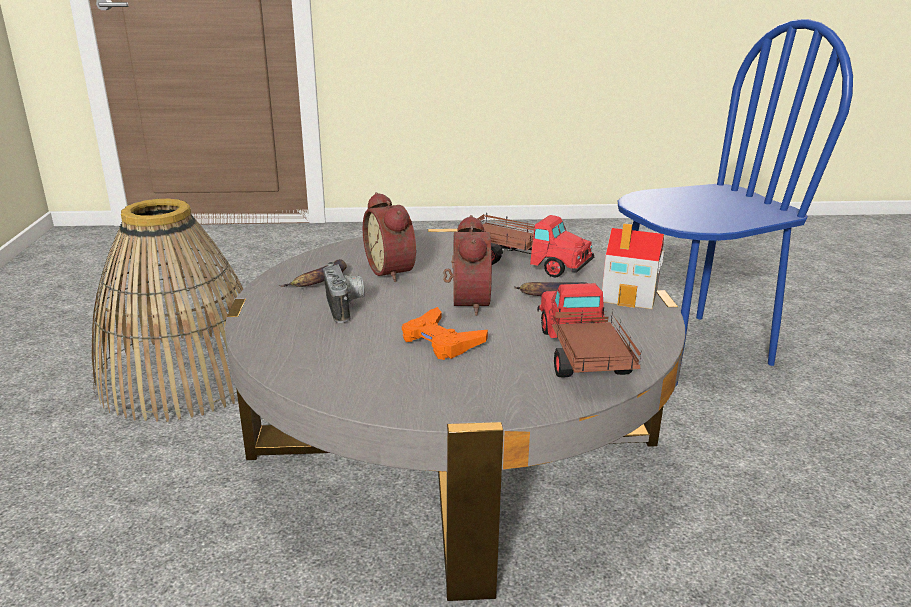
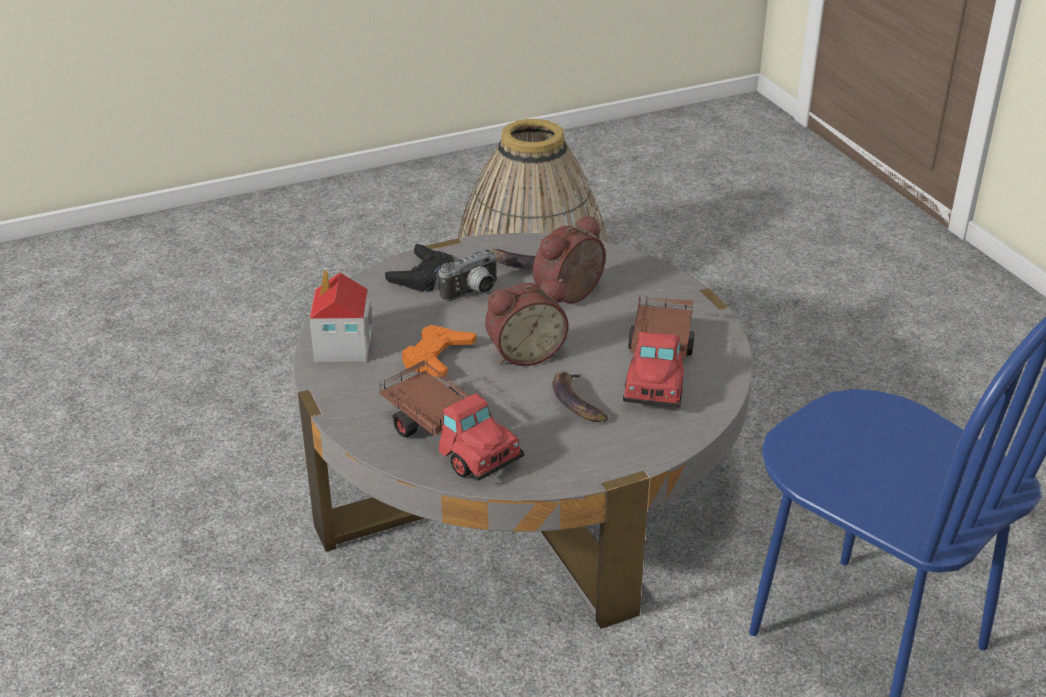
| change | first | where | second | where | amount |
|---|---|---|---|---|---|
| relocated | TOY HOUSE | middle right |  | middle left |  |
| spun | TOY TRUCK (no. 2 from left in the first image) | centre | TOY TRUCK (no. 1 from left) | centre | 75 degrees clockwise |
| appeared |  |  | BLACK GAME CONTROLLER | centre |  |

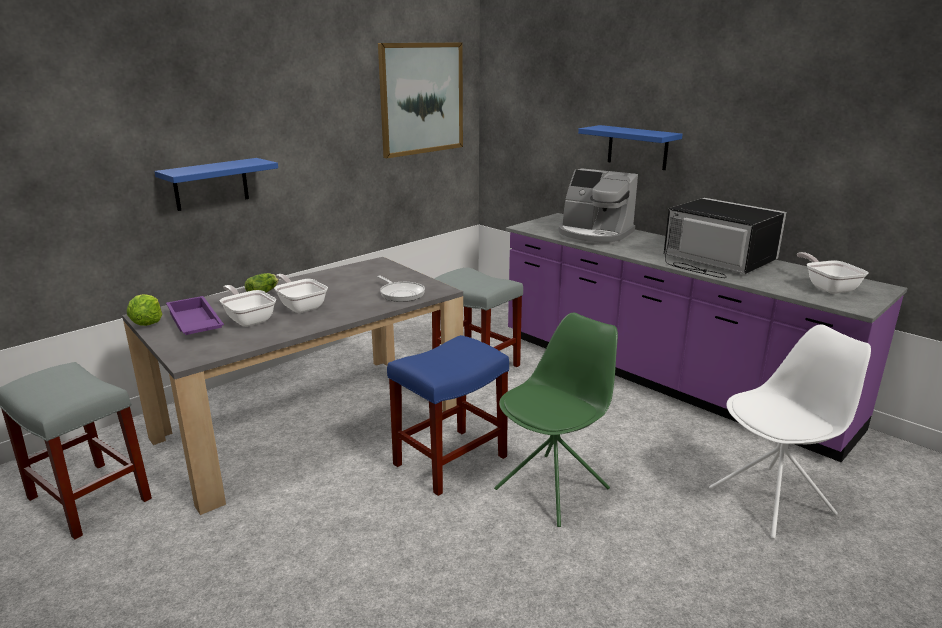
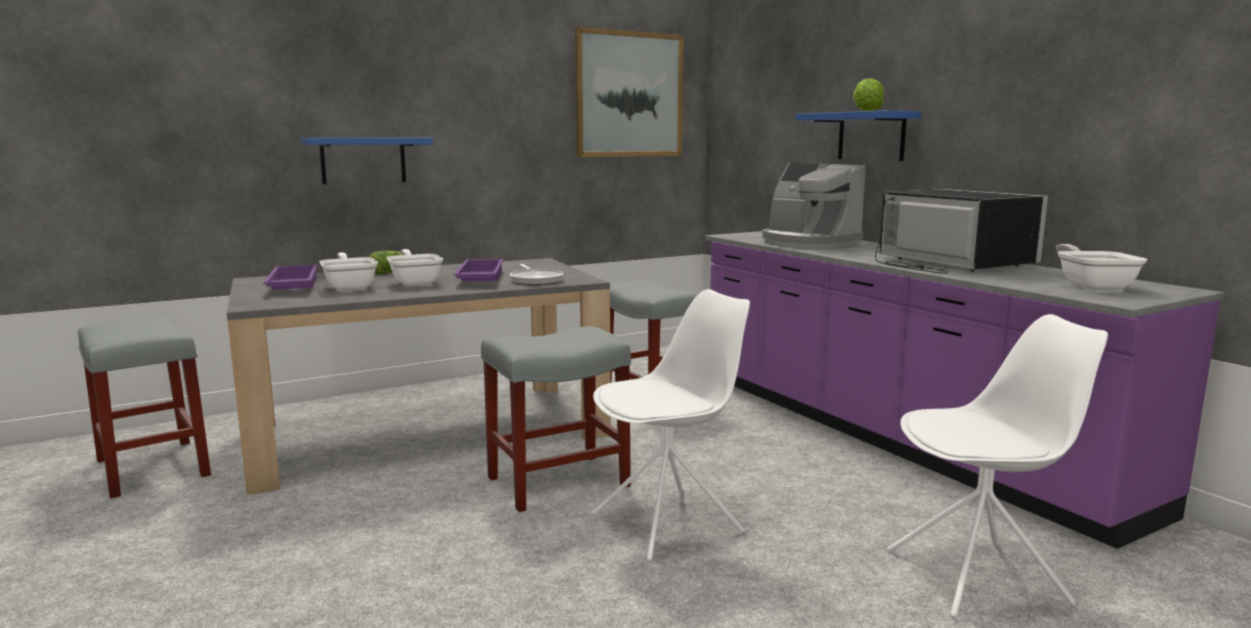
| change | first | where | second | where | amount |
|---|---|---|---|---|---|
| appeared |  |  | PURPLE TRAY (no. 2 from left) | centre |  |
| colour | BLUE STOOL | centre | GREY STOOL (no. 2 from left) | bottom centre |  |
| colour | GREEN CHAIR | bottom centre | WHITE CHAIR (no. 1 from left) | bottom centre |  |
| relocated | LETTUCE (no. 1 from left in the first image) | middle left | LETTUCE (no. 2 from left) | top right |  |

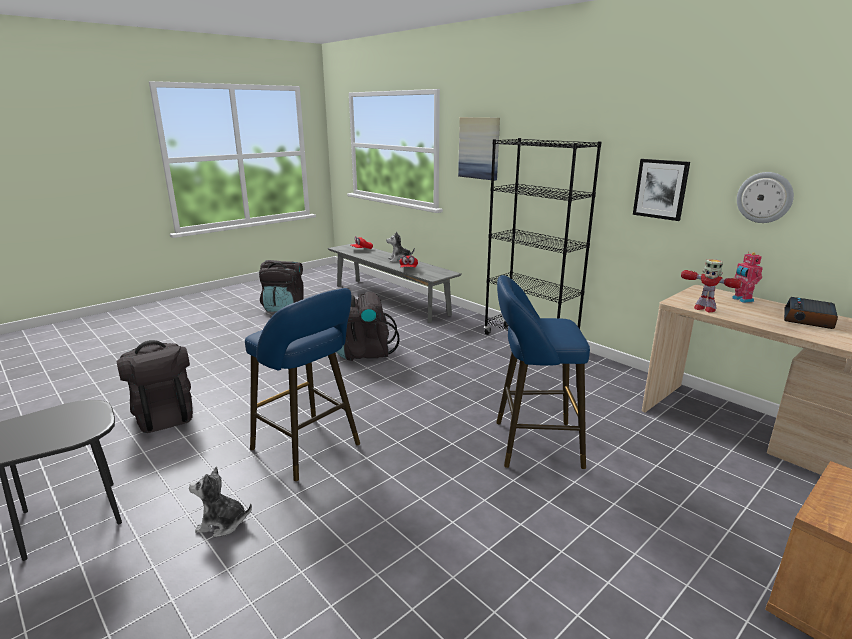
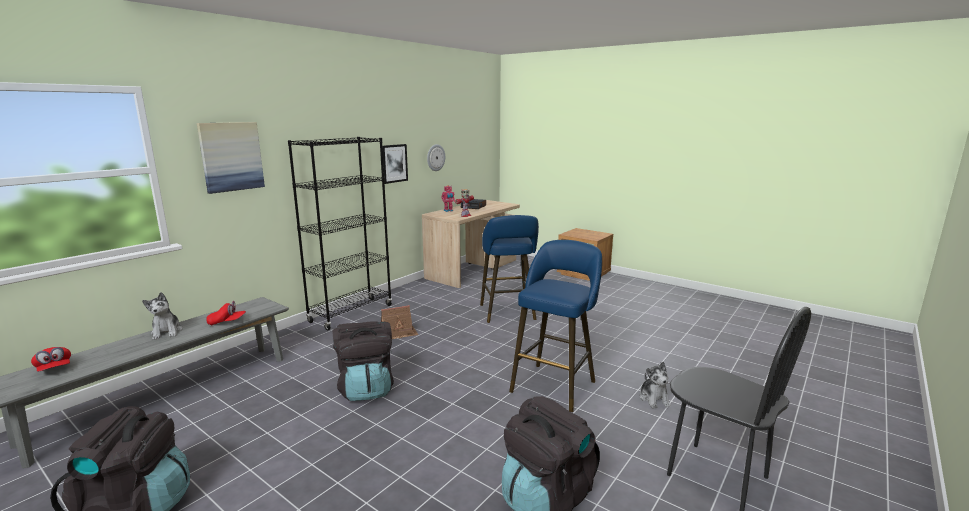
| change | first | where | second | where | amount |
|---|---|---|---|---|---|
| appeared |  |  | TOY HOUSE | centre |  |

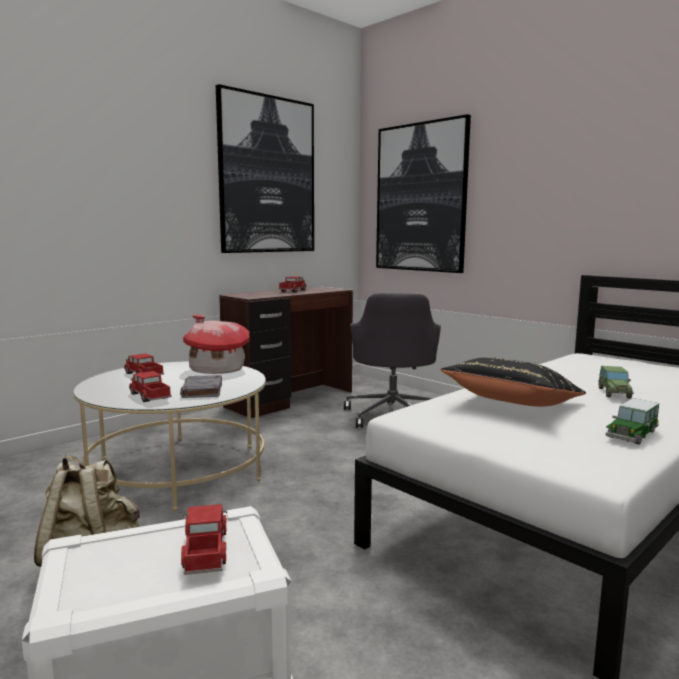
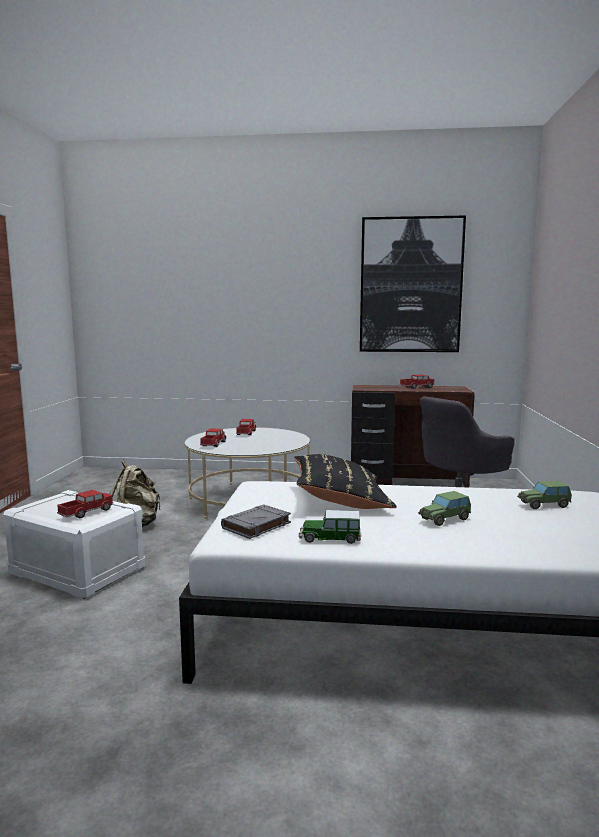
| change | first | where | second | where | amount |
|---|---|---|---|---|---|
| relocated | GREY BOOK | middle left |  | centre |  |
| appeared |  |  | TOY CAR (no. 3 from left) | middle right |  |
| missing | TOY HOUSE | middle left |  |  |  |
| missing | PICTURE (no. 2 from left) | top centre |  |  |  |

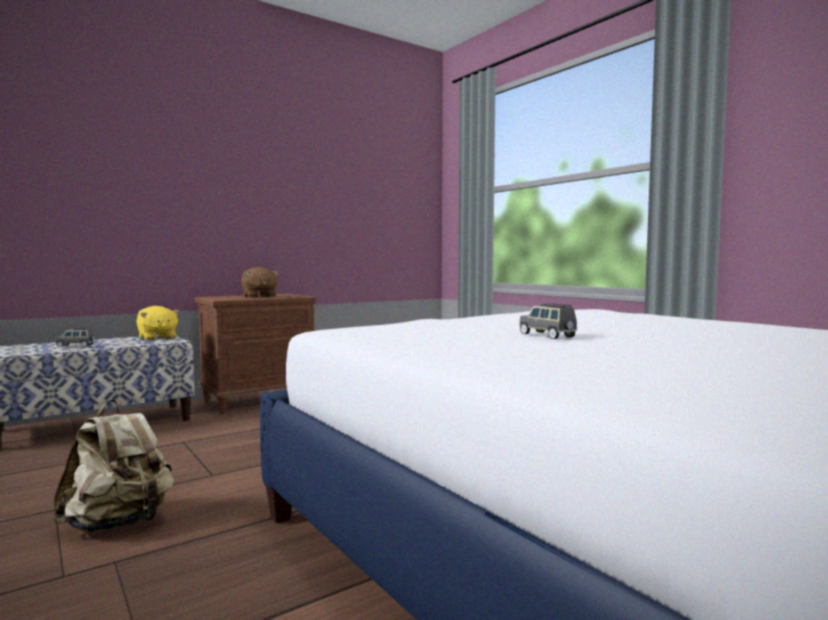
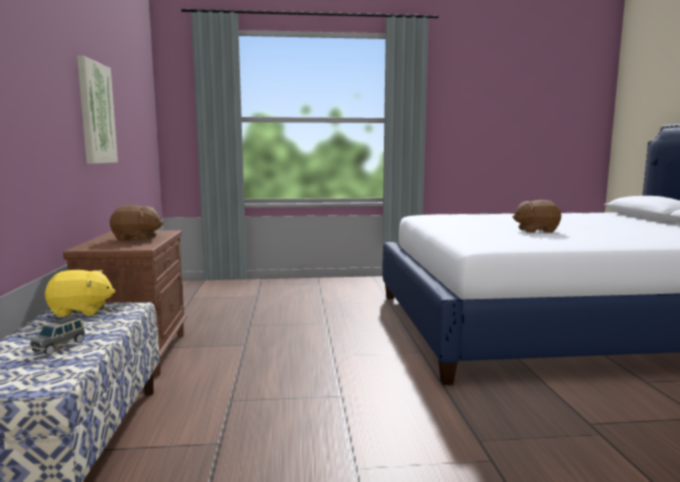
| change | first | where | second | where | amount |
|---|---|---|---|---|---|
| appeared |  |  | PICTURE | top left |  |
| exchanged | GREY TOY CAR (no. 2 from left) | centre | BROWN PLUSH TOY (no. 2 from left) | middle right |  |
| missing | BEIGE BACKPACK | bottom left |  |  |  |

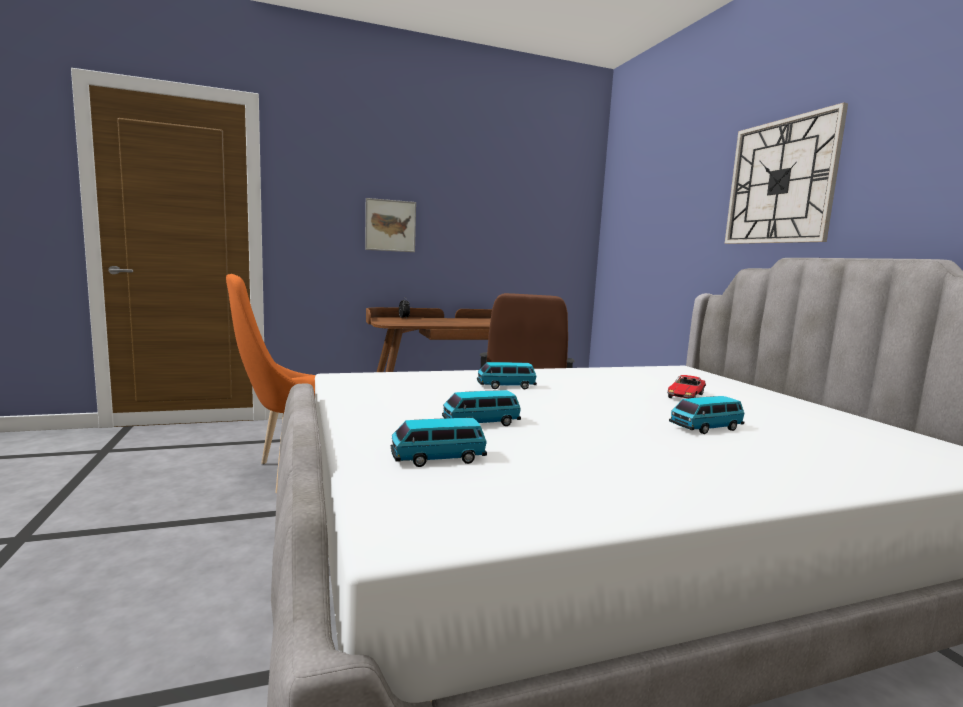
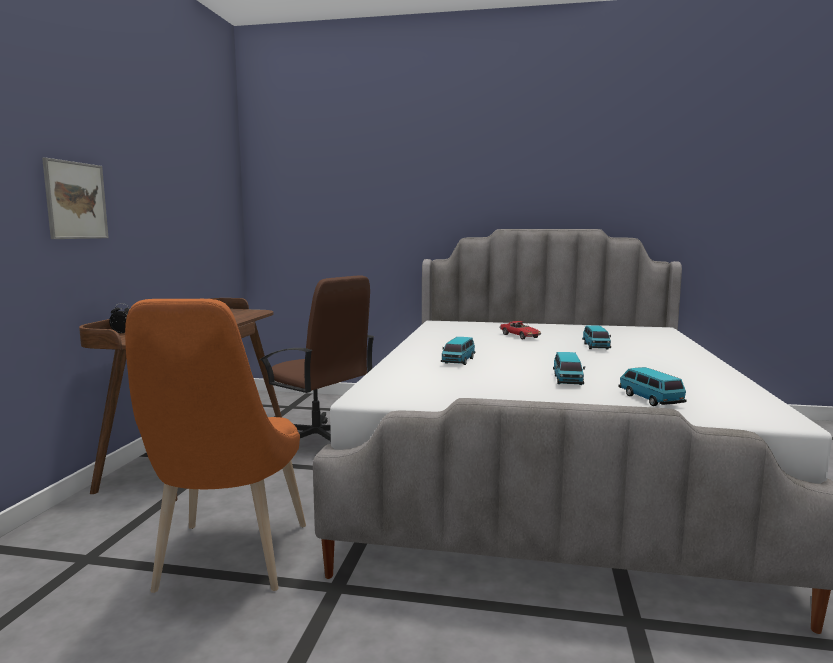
| change | first | where | second | where | amount |
|---|---|---|---|---|---|
| spun | TOY CAR (no. 1 from left in the first image) | centre | TOY CAR (no. 5 from left) | middle right | 150 degrees clockwise |
| missing | WALL CLOCK | top right |  |  |  |

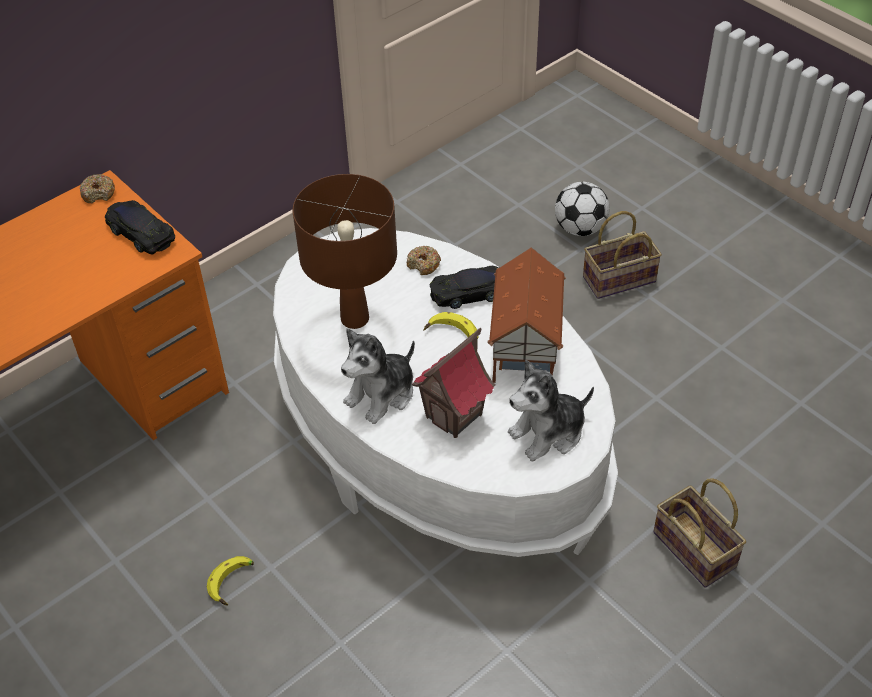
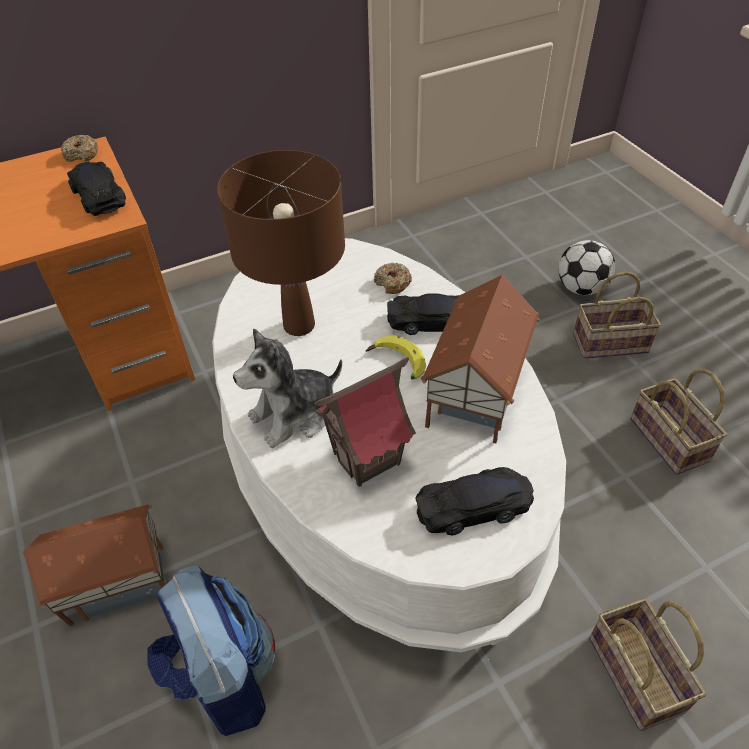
| change | first | where | second | where | amount |
|---|---|---|---|---|---|
| exchanged | BANANA (no. 1 from left) | bottom left | TOY HOUSE (no. 1 from left) | bottom left |  |
| appeared |  |  | BACKPACK | bottom left |  |
| exchanged | PLUSH TOY (no. 2 from left) | centre | BLACK TOY CAR (no. 3 from left) | bottom centre |  |
| appeared |  |  | BASKET (no. 3 from left) | middle right |  |

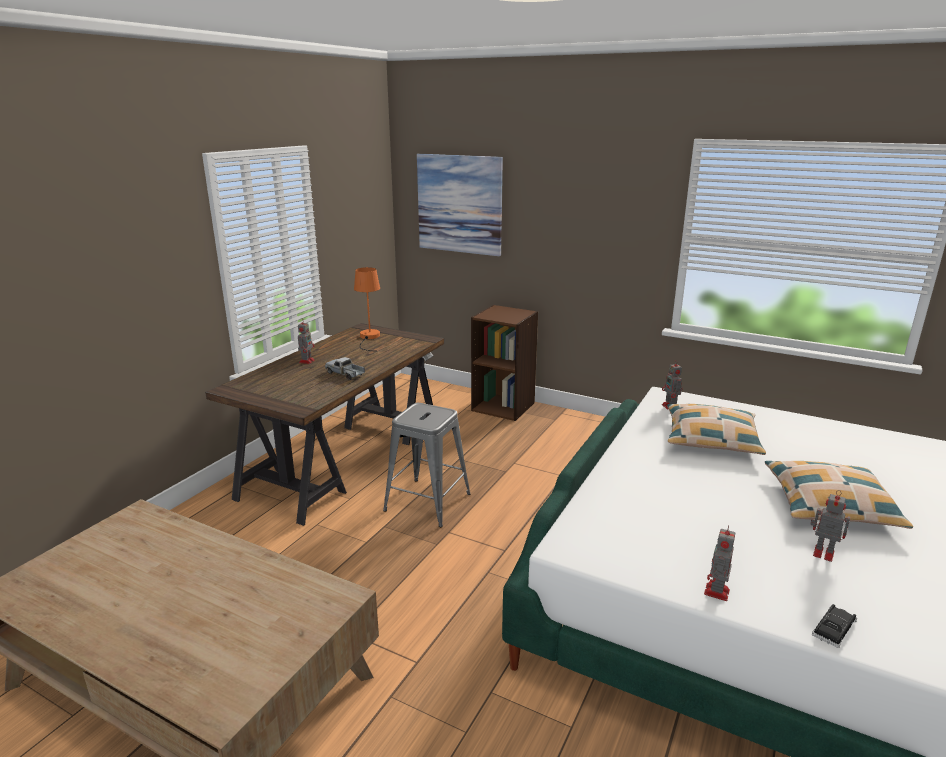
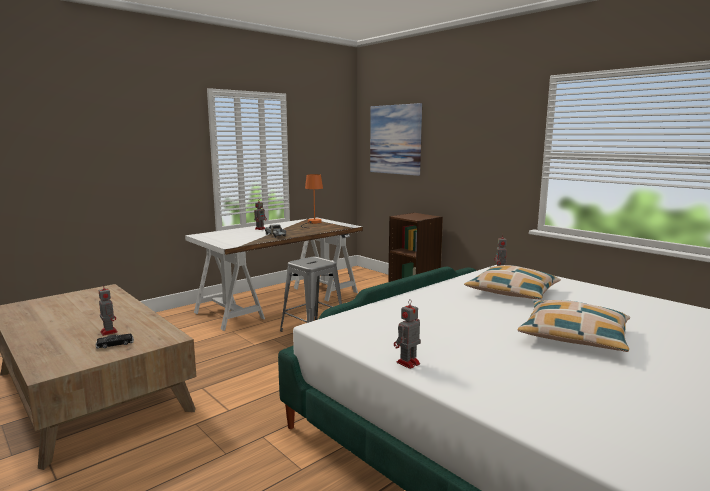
| change | first | where | second | where | amount |
|---|---|---|---|---|---|
| relocated | BLACK TOY CAR | bottom right |  | bottom left |  |
| relocated | TOY ROBOT (no. 4 from left in the first image) | bottom right | TOY ROBOT (no. 1 from left) | middle left |  |
| colour | BROWN DESK | centre | WHITE DESK | centre |  |

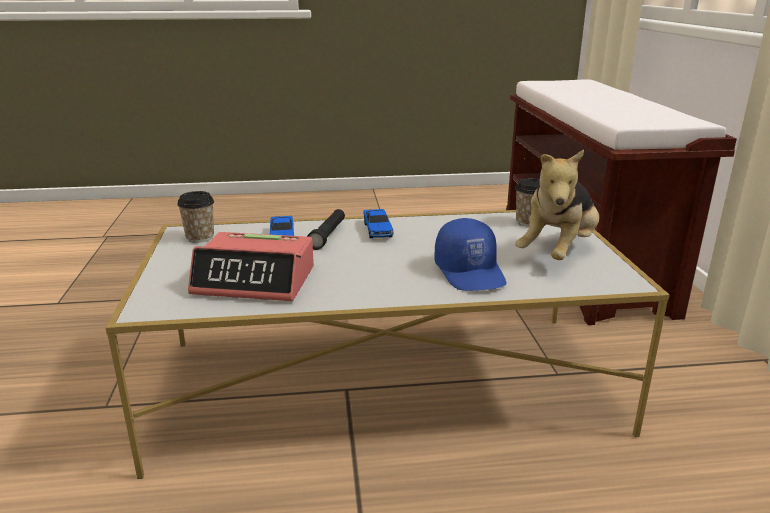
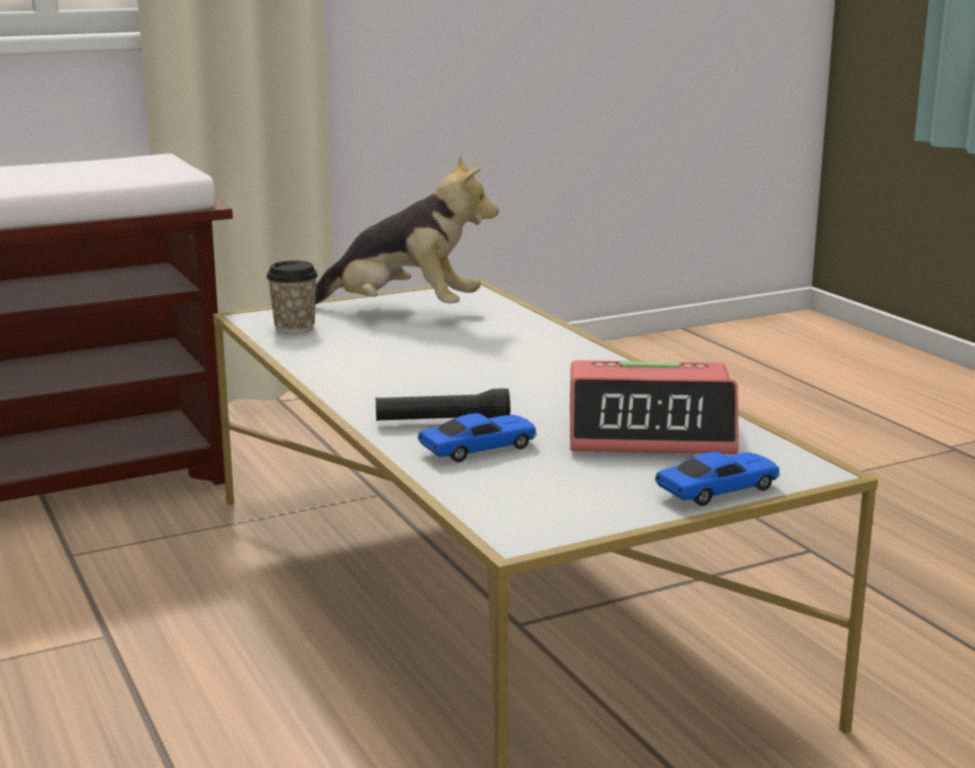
| change | first | where | second | where | amount |
|---|---|---|---|---|---|
| spun | ALARM CLOCK | middle left |  | middle right | 105 degrees clockwise |
| relocated | TOY CAR (no. 2 from left) | centre |  | middle right |  |
| missing | CUP (no. 1 from left) | middle left |  |  |  |
| missing | BLUE CAP | centre |  |  |  |

